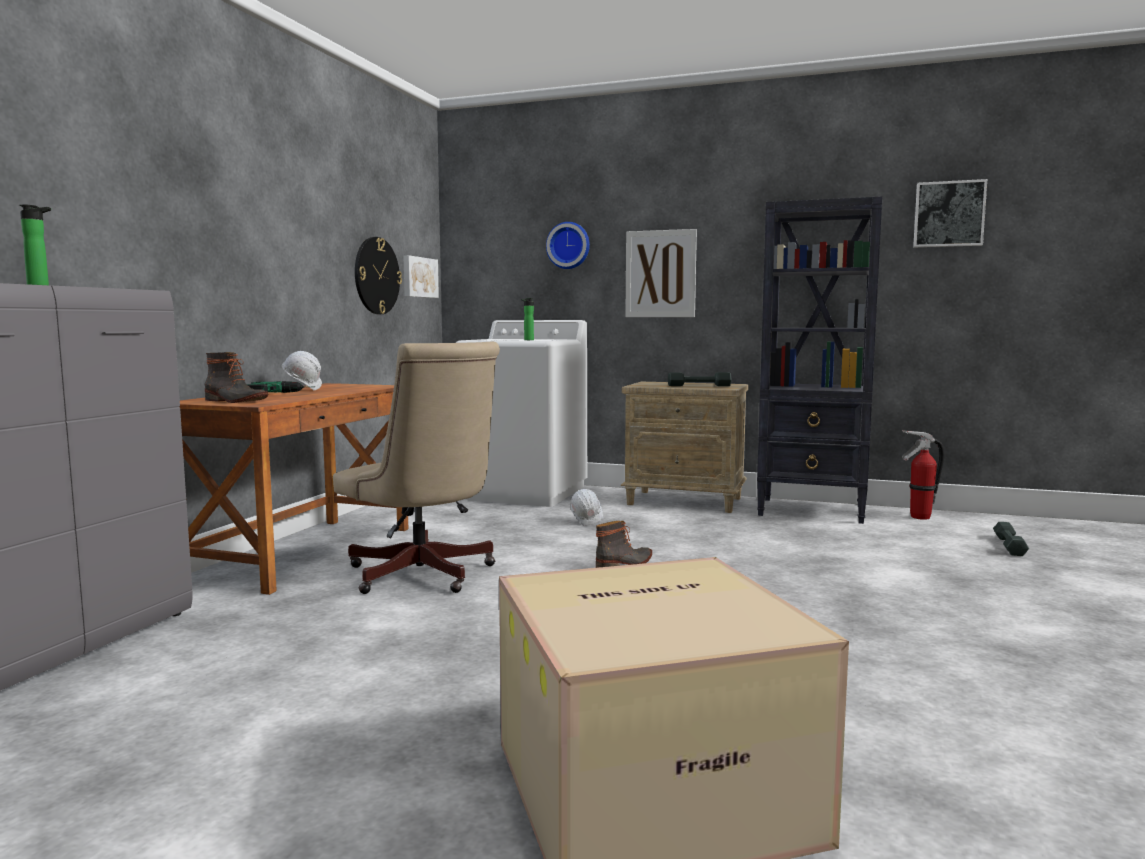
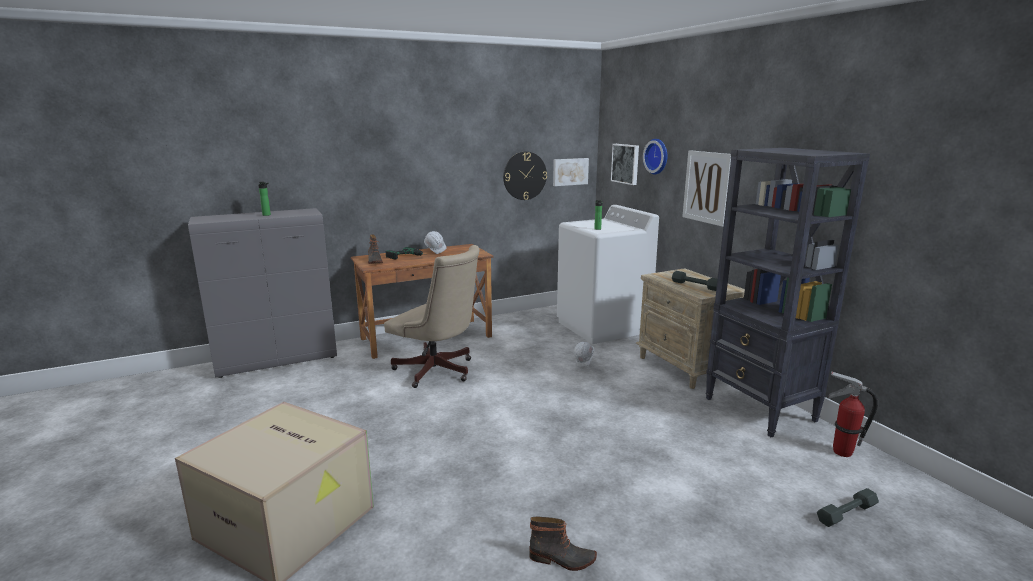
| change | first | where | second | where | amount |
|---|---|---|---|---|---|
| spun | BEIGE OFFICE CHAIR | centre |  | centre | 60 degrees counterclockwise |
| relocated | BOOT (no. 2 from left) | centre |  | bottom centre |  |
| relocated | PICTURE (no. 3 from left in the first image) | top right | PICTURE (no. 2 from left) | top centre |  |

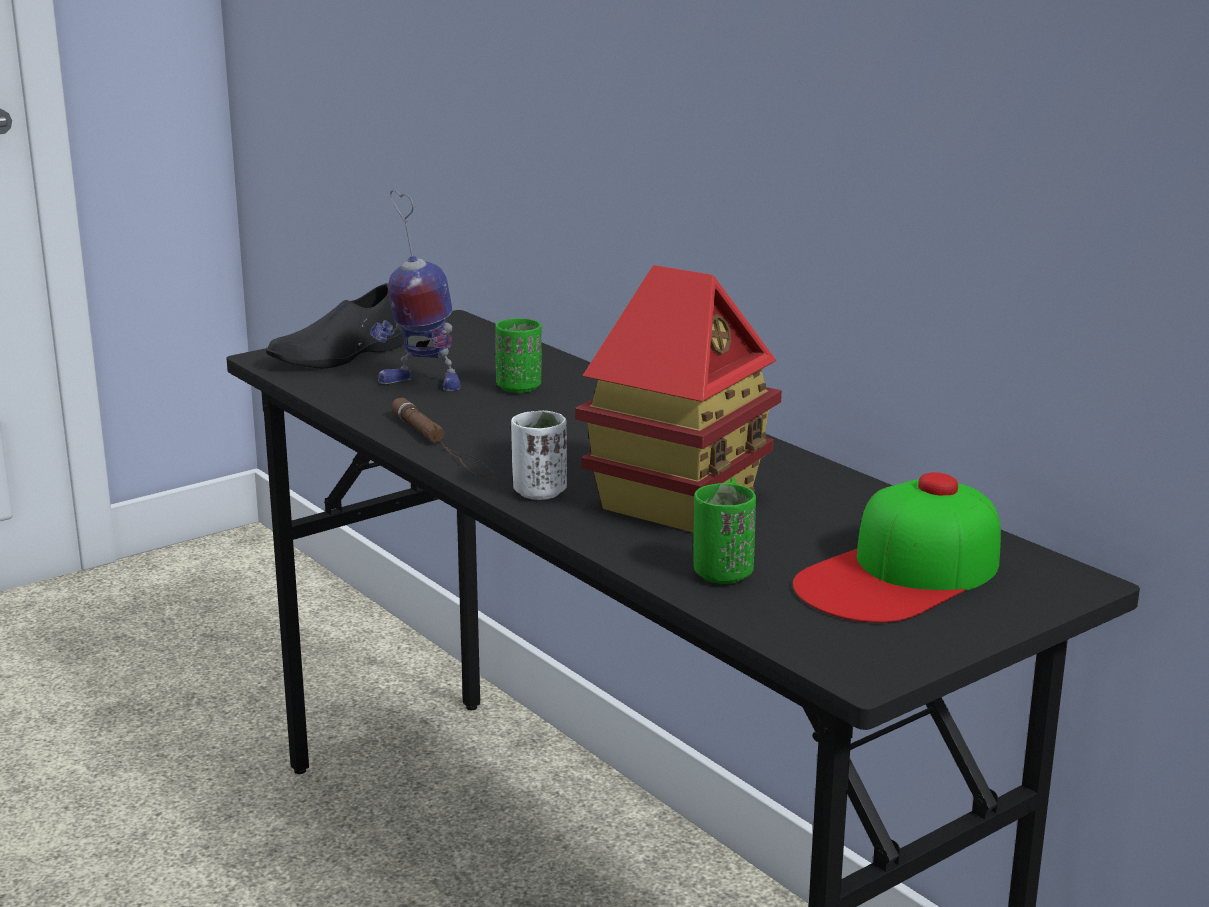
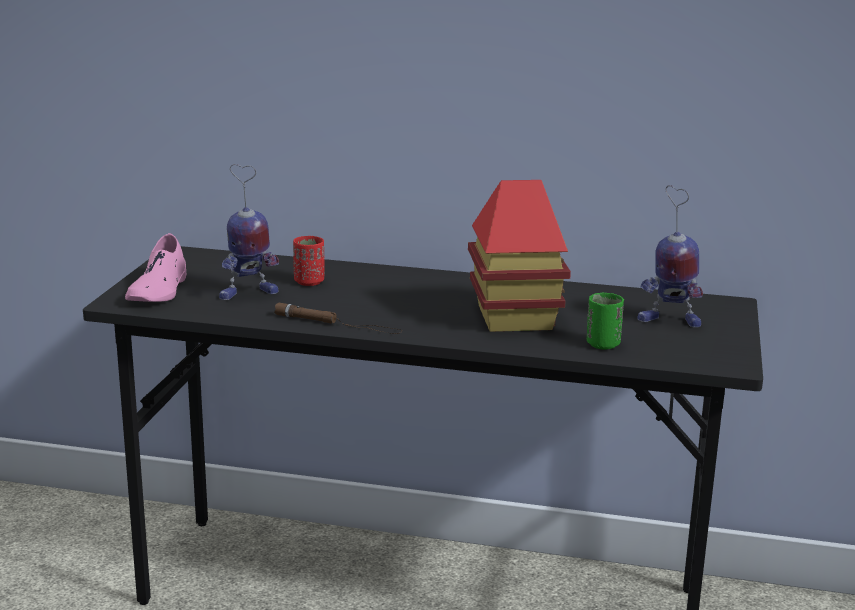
| change | first | where | second | where | amount |
|---|---|---|---|---|---|
| colour | BLACK SHOE | middle left | PINK SHOE | middle left |  |
| colour | GREEN CUP (no. 1 from left) | centre | RED CUP | centre |  |
| exchanged | CAP | middle right | TOY ROBOT (no. 2 from left) | middle right |  |
| missing | WHITE CUP | centre |  |  |  |

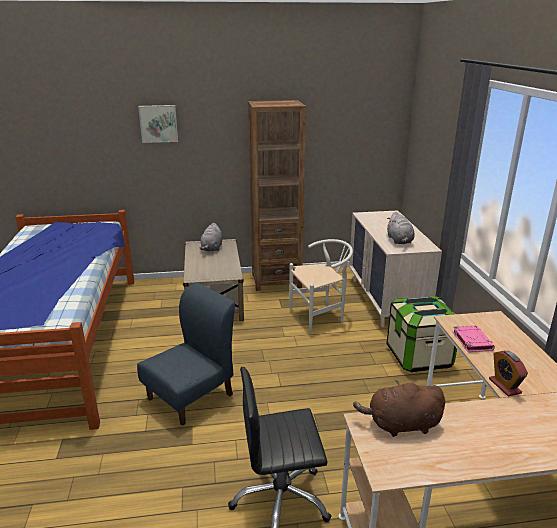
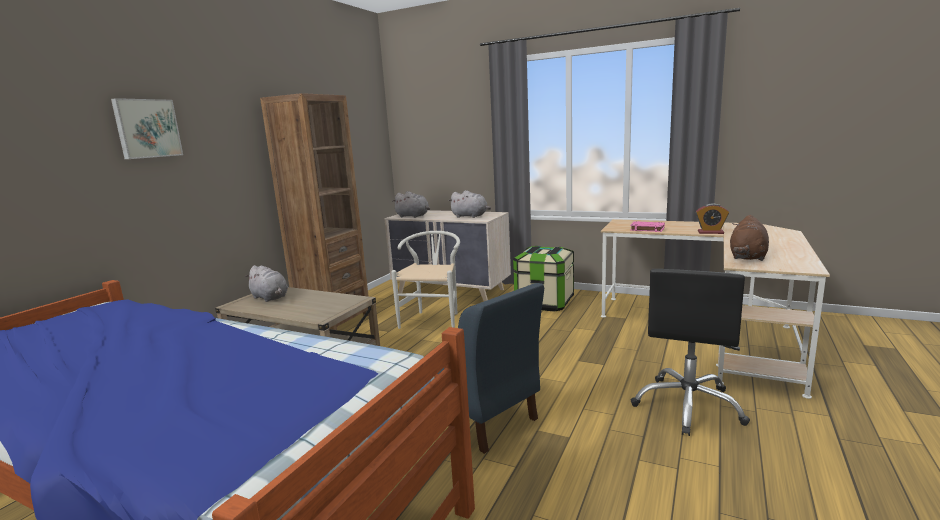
| change | first | where | second | where | amount |
|---|---|---|---|---|---|
| appeared |  |  | GREY PLUSH TOY (no. 2 from left) | centre |  |
| spun | BLUE CHAIR | bottom centre |  | bottom centre | 150 degrees clockwise |

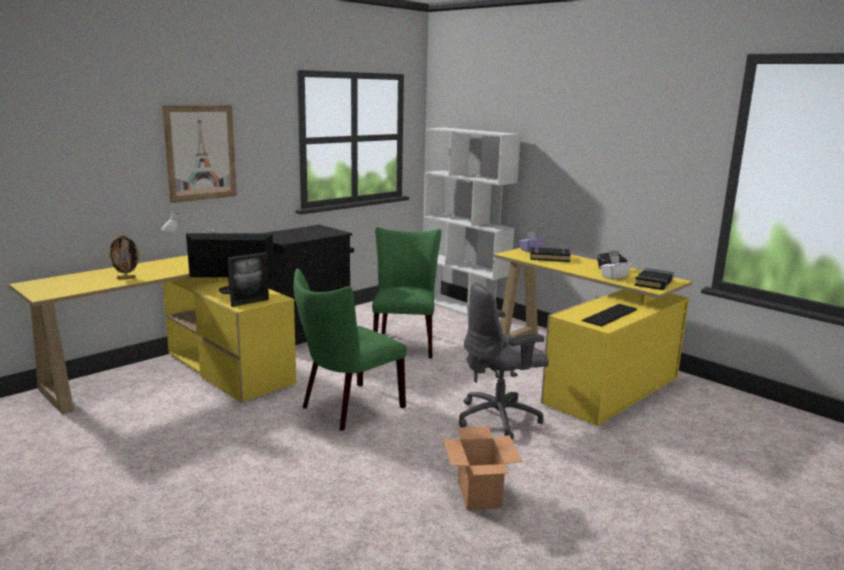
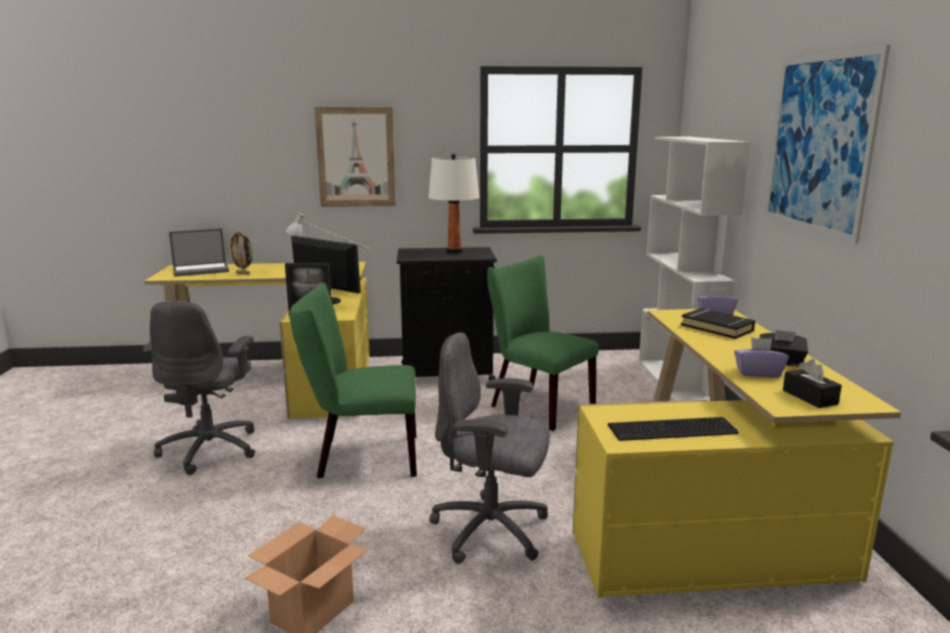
| change | first | where | second | where | amount |
|---|---|---|---|---|---|
| appeared |  |  | GREY OFFICE CHAIR (no. 1 from left) | middle left |  |
| appeared |  |  | LAPTOP | middle left |  |
| appeared |  |  | WHITE TABLE LAMP (no. 2 from left) | top centre |  |
| spun | GREEN CHAIR (no. 2 from left) | centre |  | centre | 90 degrees counterclockwise |
| colour | WHITE TISSUE BOX | middle right | PURPLE TISSUE BOX (no. 2 from left) | middle right |  |
| appeared |  |  | PICTURE (no. 2 from left) | top right |  |
| exchanged | BLACK BOOK (no. 2 from left) | middle right | BLACK TISSUE BOX (no. 2 from left) | middle right |  |

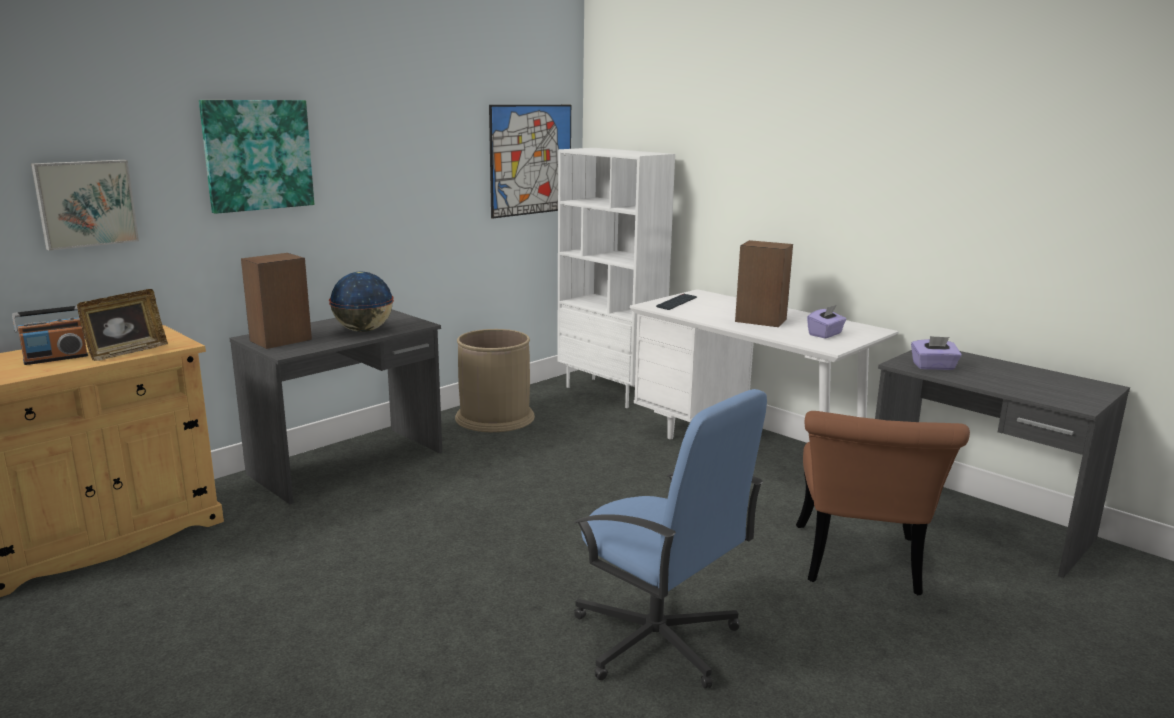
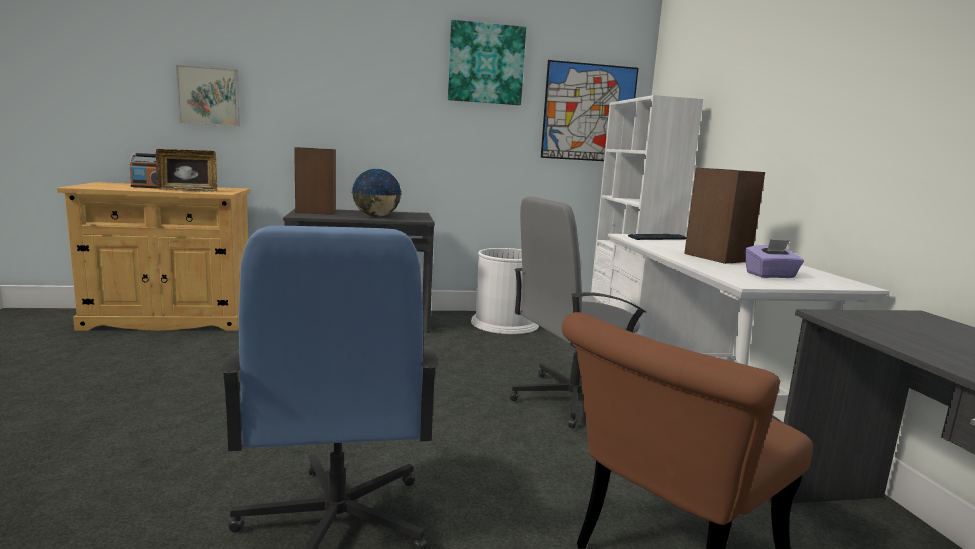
| change | first | where | second | where | amount |
|---|---|---|---|---|---|
| relocated | PICTURE (no. 2 from left) | top left |  | top centre |  |
| colour | BROWN TRASH CAN | centre | WHITE TRASH CAN | centre |  |
| appeared |  |  | GREY OFFICE CHAIR | centre |  |
| missing | PURPLE TISSUE BOX (no. 2 from left) | middle right |  |  |  |

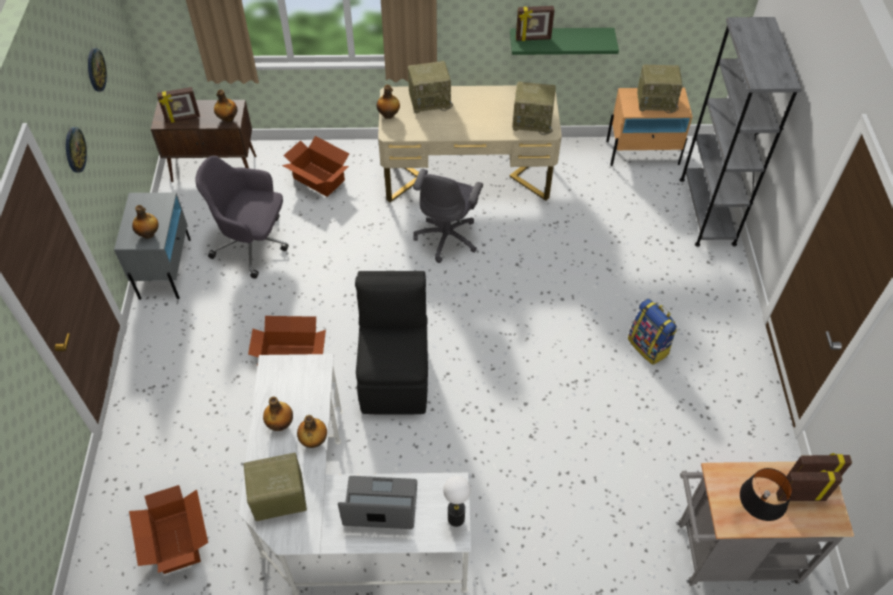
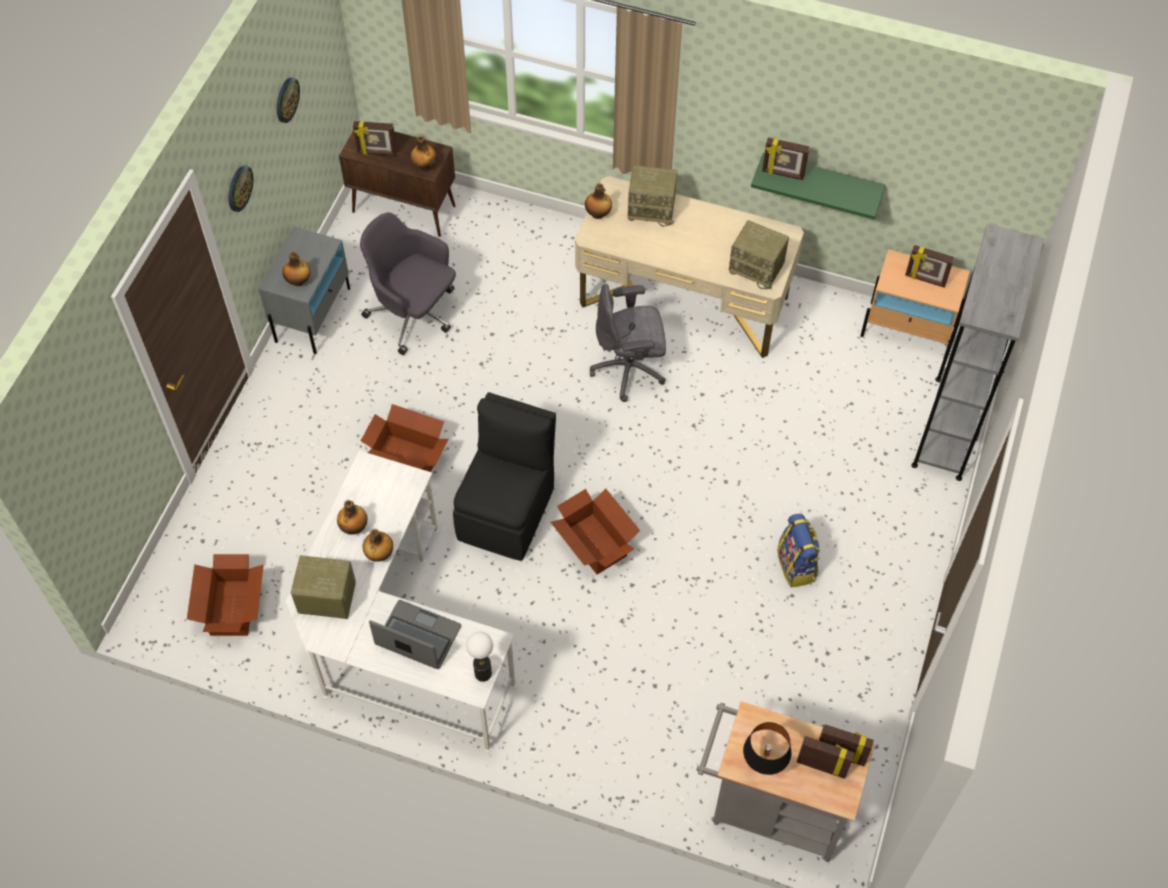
| change | first | where | second | where | amount |
|---|---|---|---|---|---|
| relocated | CARDBOARD BOX (no. 3 from left) | top centre |  | centre |  |
| spun | GREY OFFICE CHAIR (no. 2 from left) | centre |  | centre | 45 degrees clockwise |
| exchanged | RADIO (no. 4 from left) | top right | PICTURE FRAME (no. 5 from left) | top right |  |

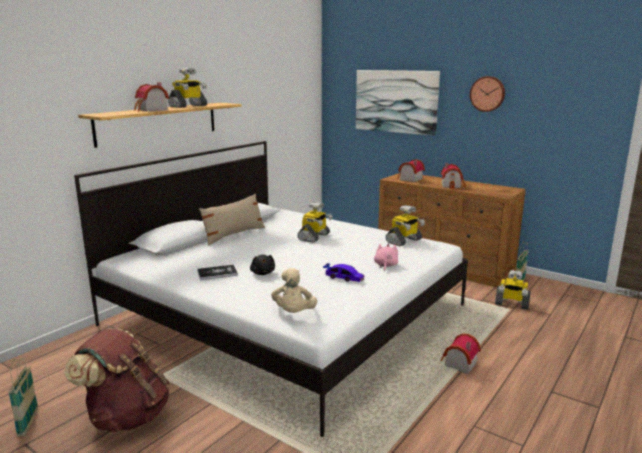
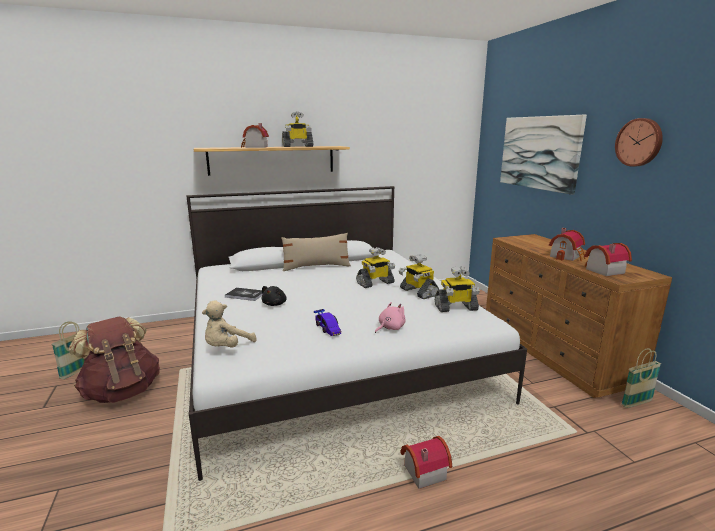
| change | first | where | second | where | amount |
|---|---|---|---|---|---|
| relocated | TOY ROBOT (no. 4 from left in the first image) | middle right | TOY ROBOT (no. 3 from left) | centre |  |
| relocated | TOY HOUSE (no. 2 from left in the first image) | centre | TOY HOUSE (no. 4 from left) | middle right |  |

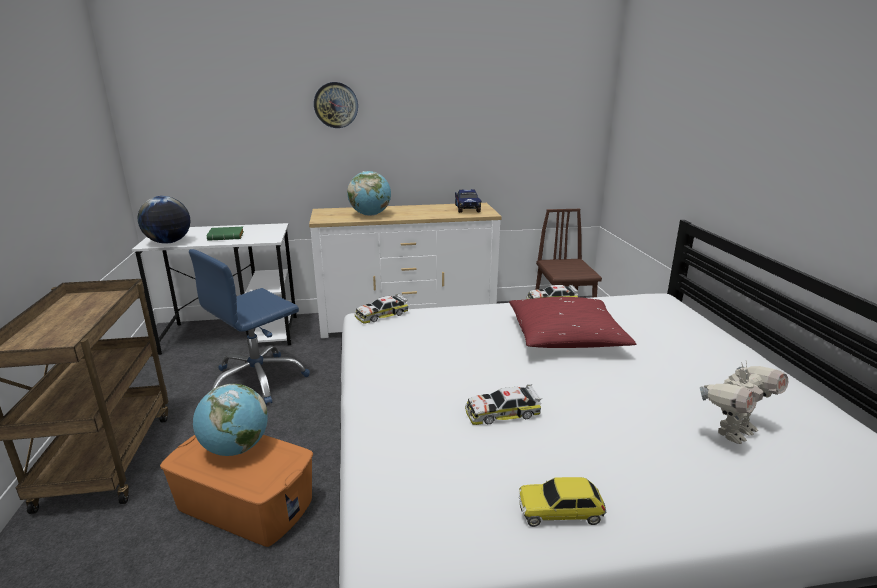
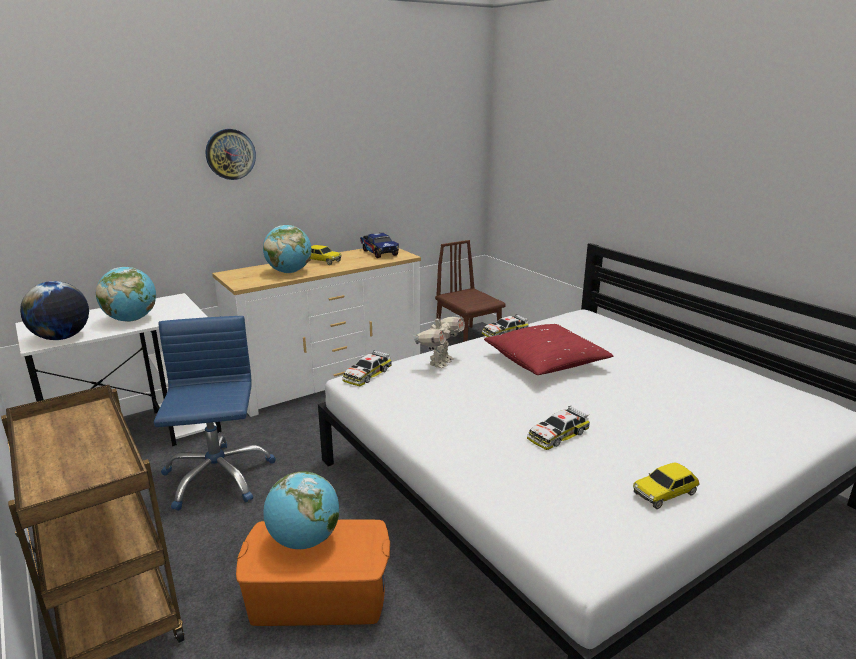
| change | first | where | second | where | amount |
|---|---|---|---|---|---|
| exchanged | GREEN BOOK | middle left | GLOBE (no. 2 from left) | middle left |  |
| spun | BLUE OFFICE CHAIR | middle left |  | middle left | 150 degrees clockwise |
| appeared |  |  | TOY CAR (no. 1 from left) | centre |  |
| relocated | TOY ROBOT | bottom right |  | centre |  |

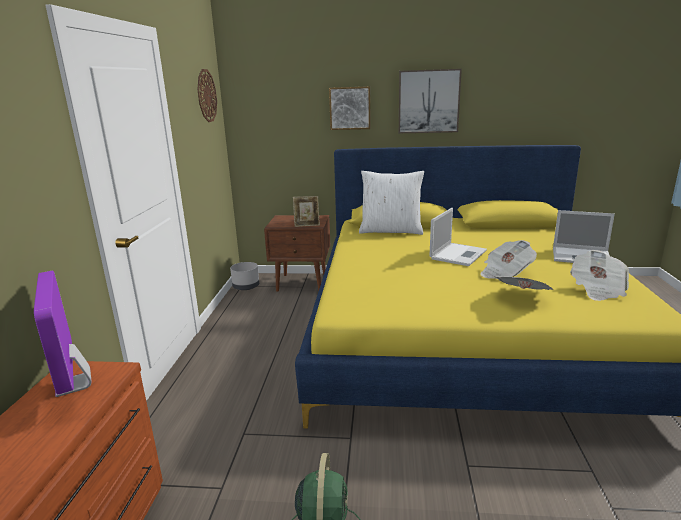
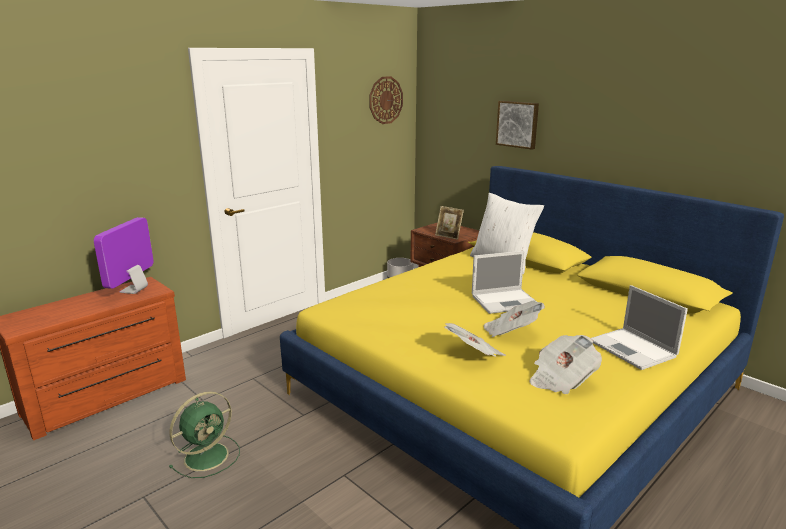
| change | first | where | second | where | amount |
|---|---|---|---|---|---|
| missing | PICTURE (no. 2 from left) | top centre |  |  |  |

